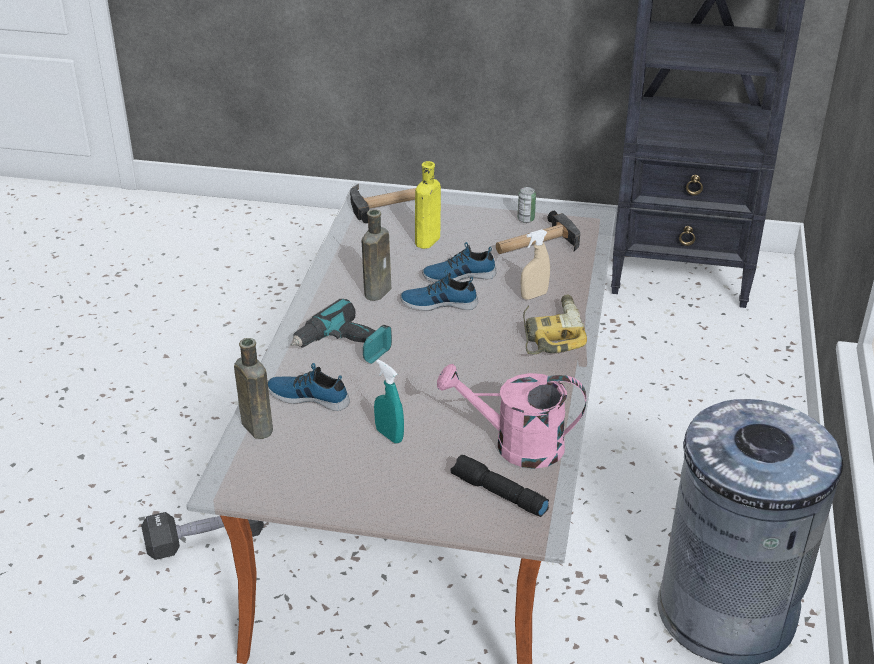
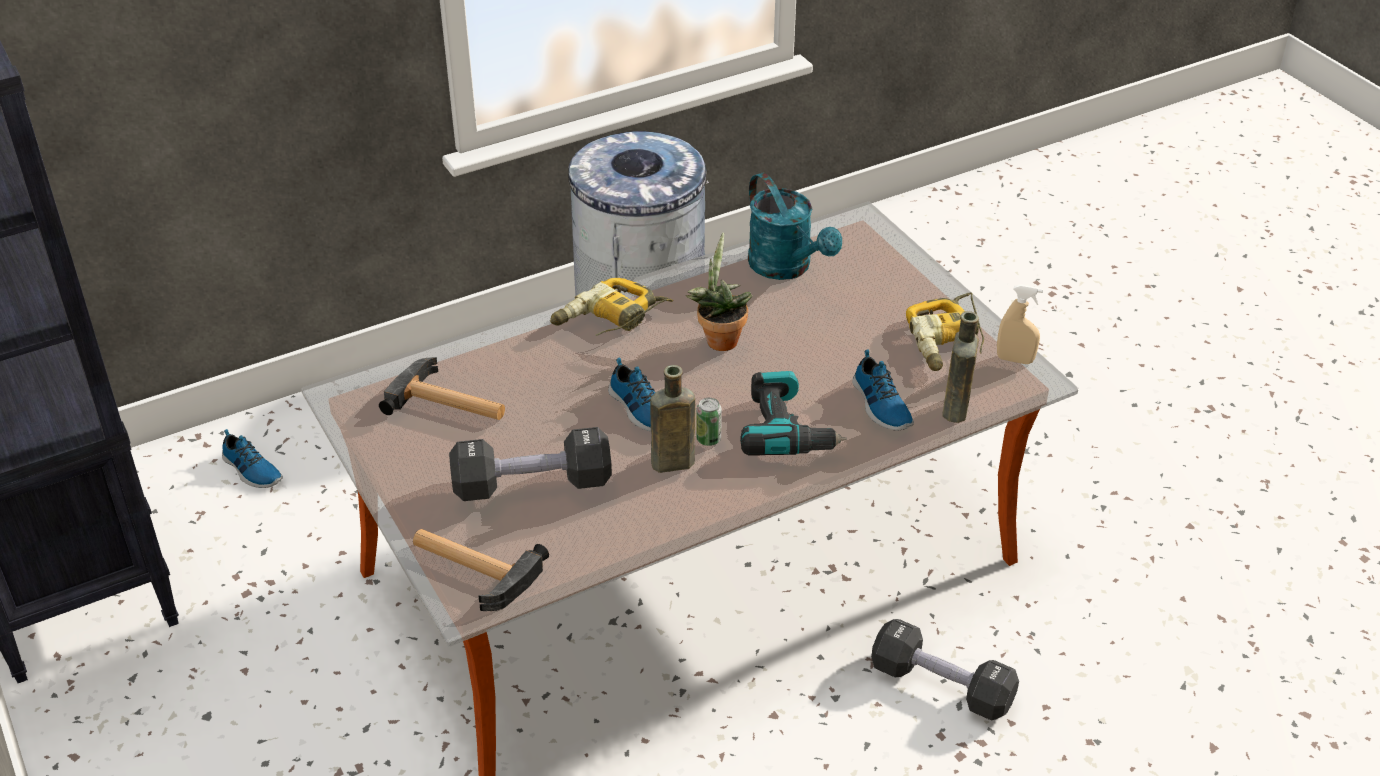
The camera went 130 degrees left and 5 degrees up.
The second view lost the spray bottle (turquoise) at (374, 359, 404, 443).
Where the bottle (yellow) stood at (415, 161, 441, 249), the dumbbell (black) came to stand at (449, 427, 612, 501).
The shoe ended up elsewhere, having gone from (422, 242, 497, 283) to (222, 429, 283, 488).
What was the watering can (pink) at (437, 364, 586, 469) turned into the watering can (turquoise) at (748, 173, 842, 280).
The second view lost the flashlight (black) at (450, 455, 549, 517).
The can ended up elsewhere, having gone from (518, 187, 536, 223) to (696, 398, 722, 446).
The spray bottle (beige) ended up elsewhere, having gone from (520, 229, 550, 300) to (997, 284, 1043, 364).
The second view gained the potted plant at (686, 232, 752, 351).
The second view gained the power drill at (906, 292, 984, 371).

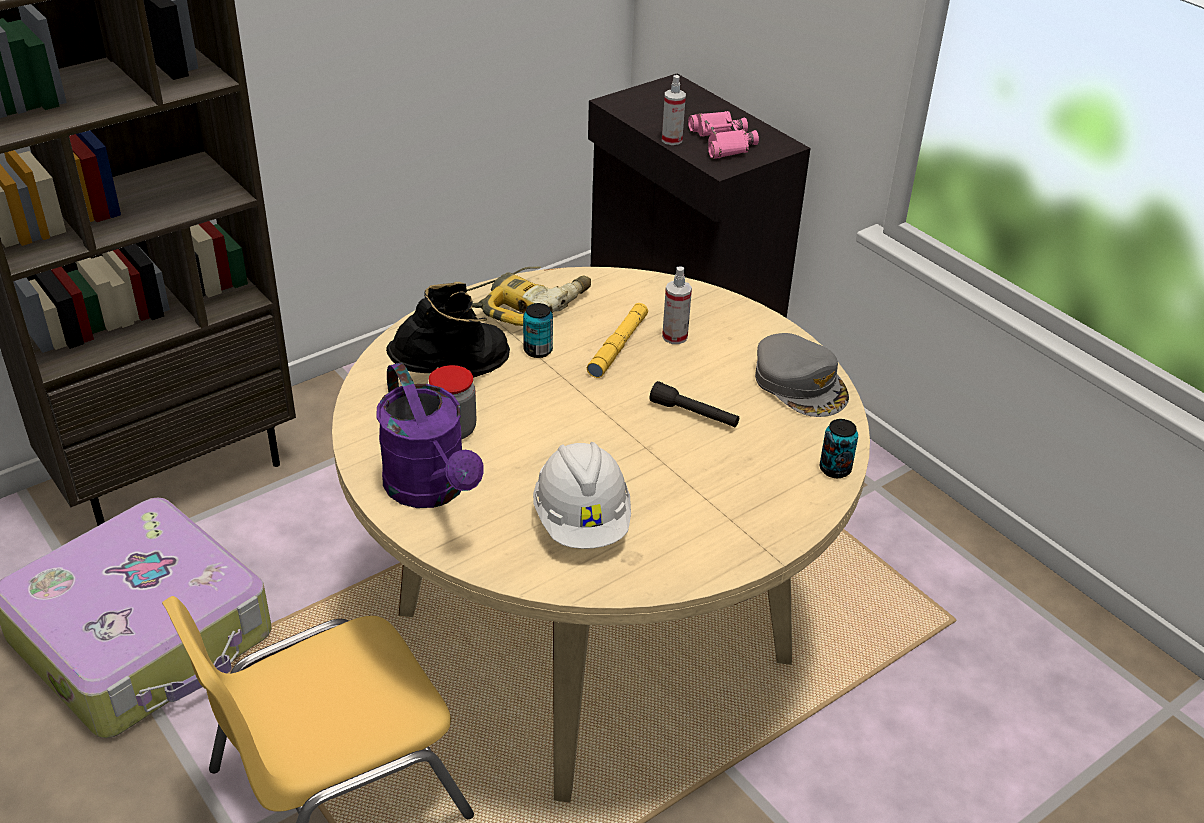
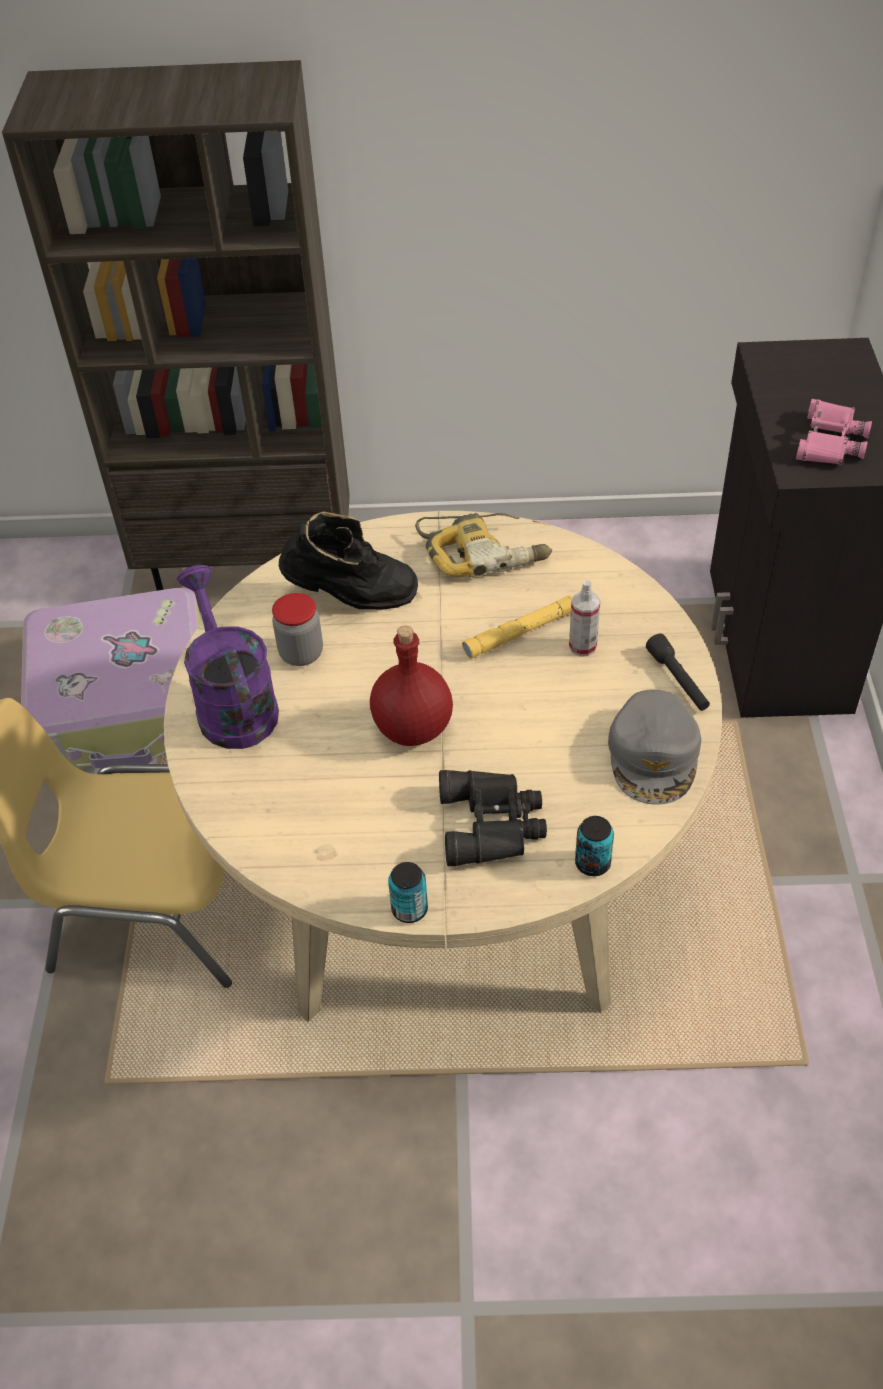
The camera went 40 degrees right and 10 degrees up.
The watering can (purple) at (376, 363, 484, 508) ended up facing another way, 150 degrees clockwise from before.
The can ended up elsewhere, having gone from (523, 303, 553, 358) to (388, 862, 428, 923).
The second view lost the hard hat (white) at (533, 442, 631, 549).
The flashlight (black) ended up elsewhere, having gone from (650, 381, 739, 427) to (646, 634, 710, 711).
The second view lost the spray bottle at (662, 75, 686, 145).
The second view gained the bottle (red) at (370, 626, 453, 746).
The second view gained the binoculars (black) at (439, 770, 547, 866).

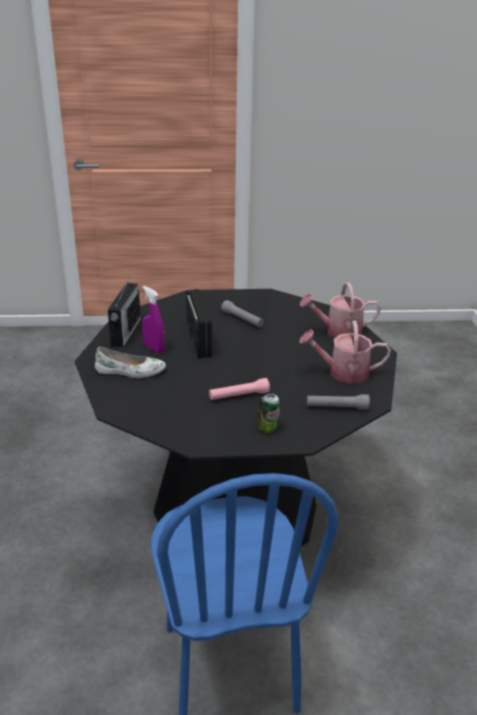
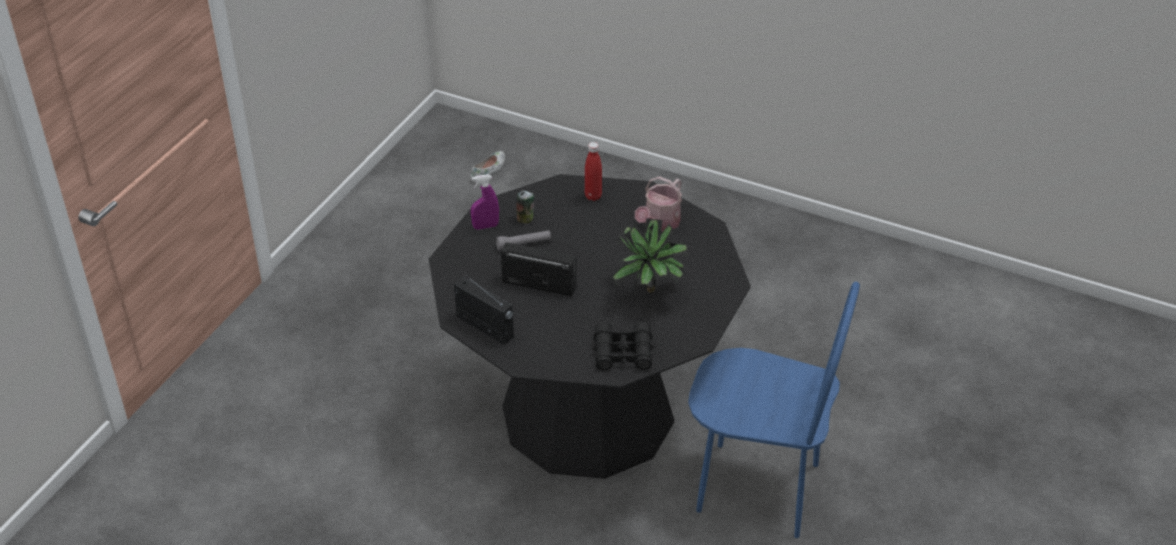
The camera went 60 degrees left and 10 degrees up.
The shoe (white) ended up elsewhere, having gone from (95, 347, 166, 378) to (470, 151, 505, 183).
The spray bottle (purple) ended up elsewhere, having gone from (142, 286, 165, 353) to (471, 174, 499, 230).
Where the flashlight (pink) stood at (209, 378, 270, 400), the potted plant came to stand at (612, 218, 689, 293).
The can ended up elsewhere, having gone from (257, 393, 280, 433) to (516, 191, 534, 223).
Where the watering can stood at (300, 282, 381, 338), the bottle (red) came to stand at (585, 142, 602, 201).
The second view lost the flashlight (grey) at (307, 394, 370, 410).
The second view gained the binoculars (black) at (591, 322, 655, 370).

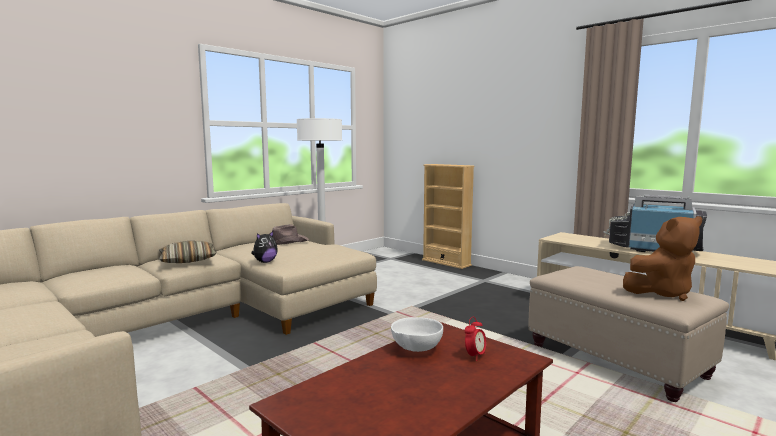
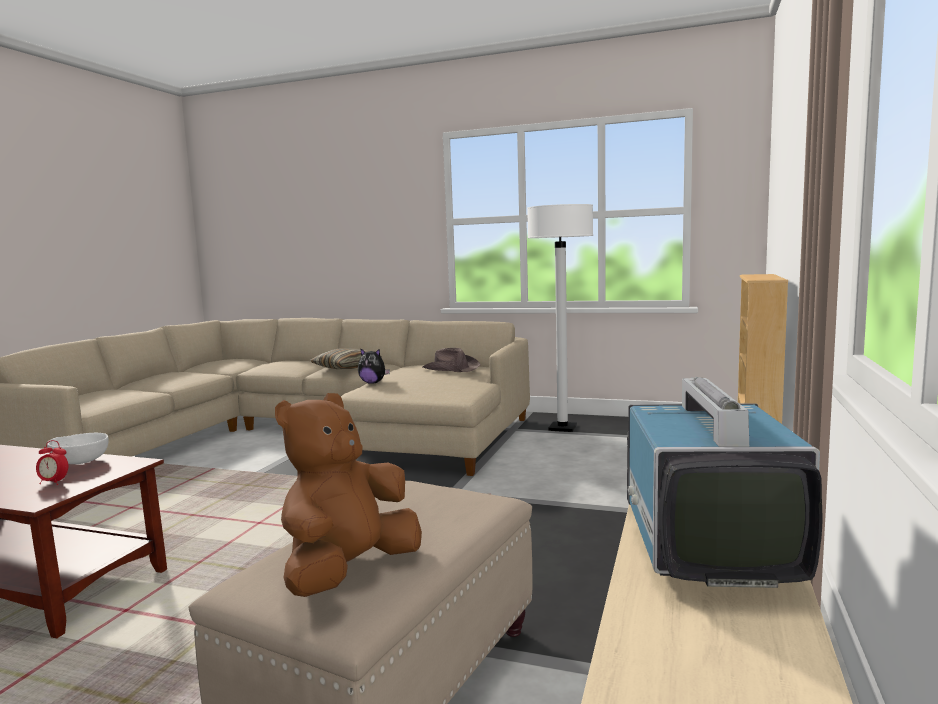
The camera went 65 degrees right and 0 degrees up.
The plush toy (brown) at (623, 216, 702, 301) ended up facing another way, 75 degrees clockwise from before.

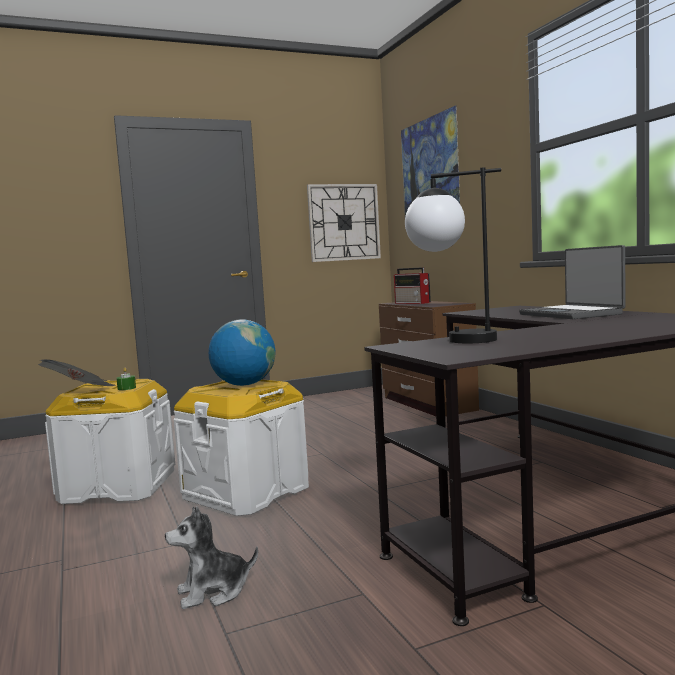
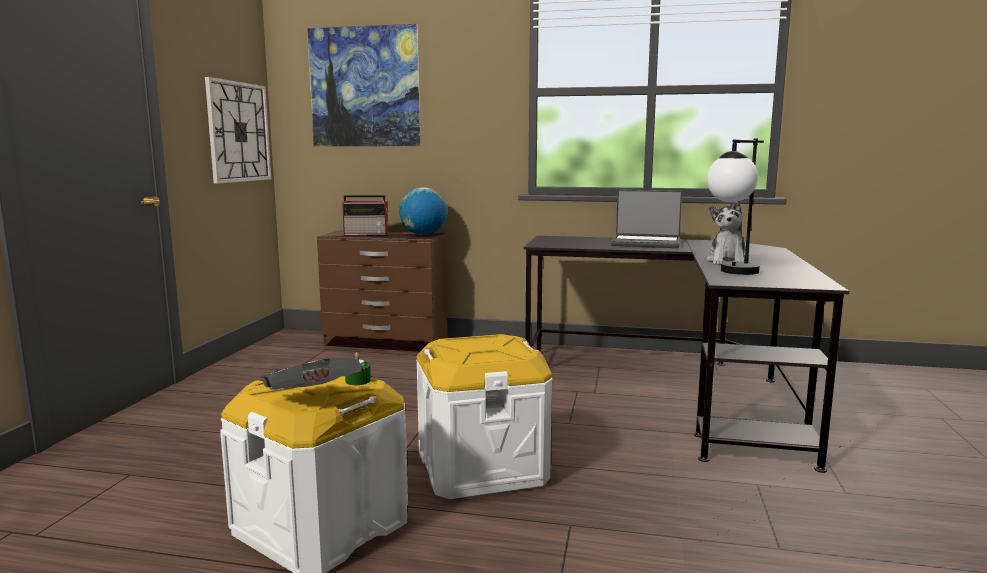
The camera went 55 degrees left and 5 degrees up.
The plush toy ended up elsewhere, having gone from (165, 506, 258, 609) to (706, 201, 749, 265).
The globe ended up elsewhere, having gone from (209, 319, 276, 386) to (399, 187, 447, 235).

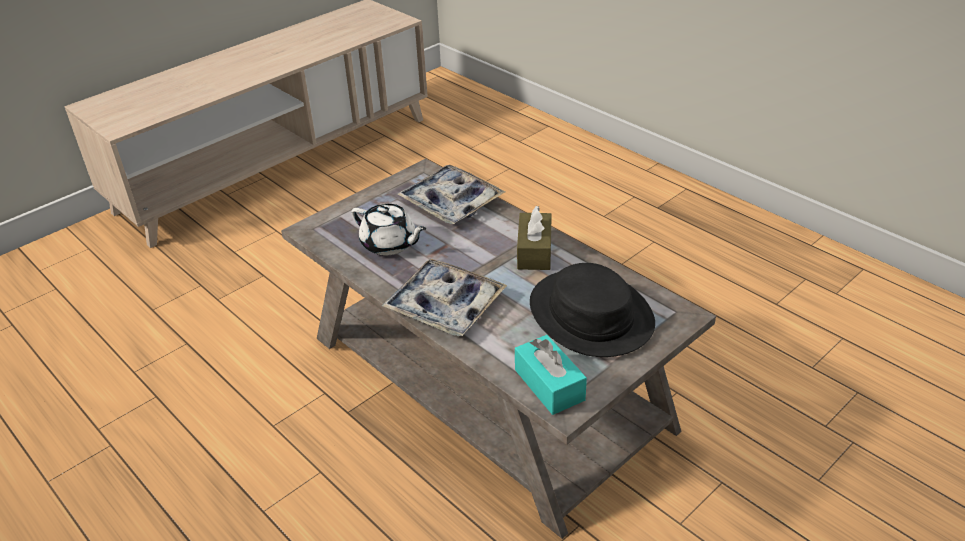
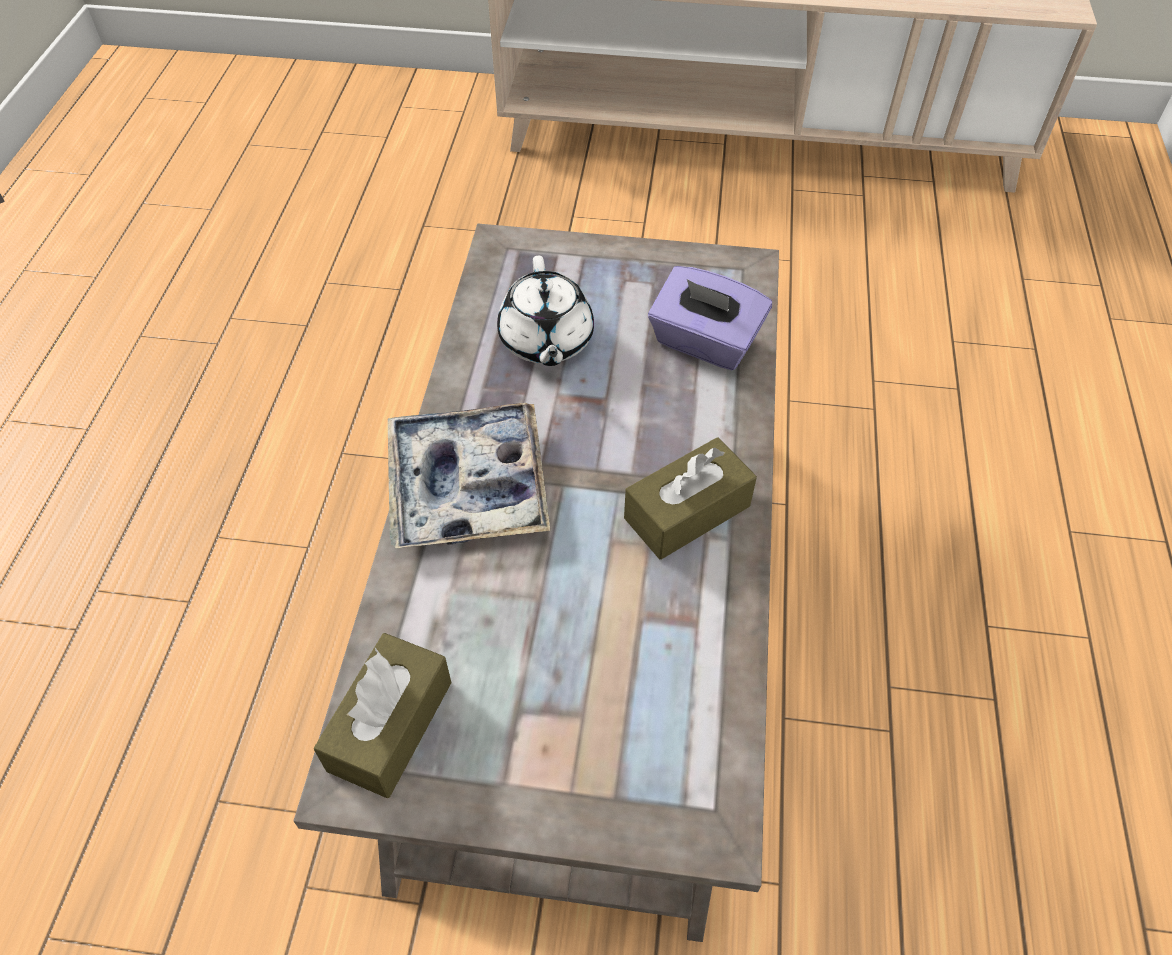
The camera went 50 degrees right and 15 degrees up.
Where the tray stood at (397, 165, 505, 224), the tissue box (purple) came to stand at (648, 266, 772, 370).
What was the tissue box (turquoise) at (515, 335, 587, 415) turned into the tissue box (brown) at (314, 633, 452, 798).
The second view lost the hat (black) at (530, 263, 655, 357).

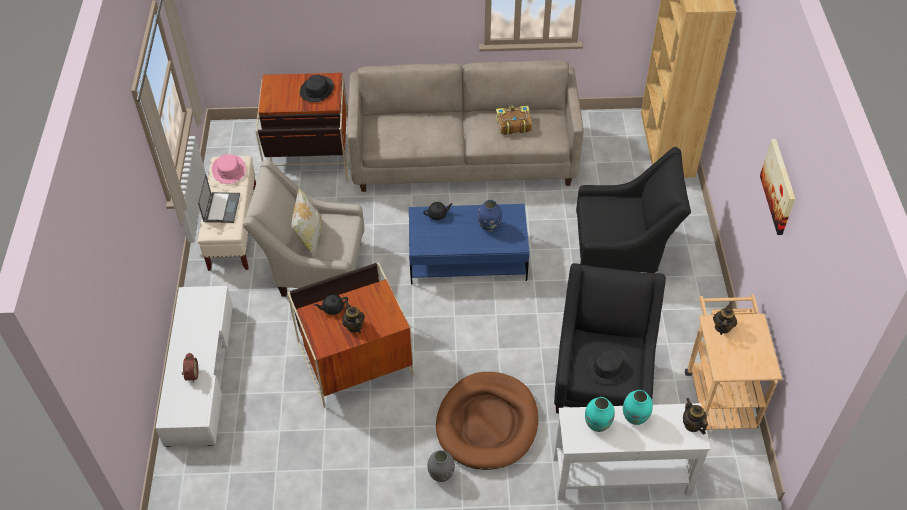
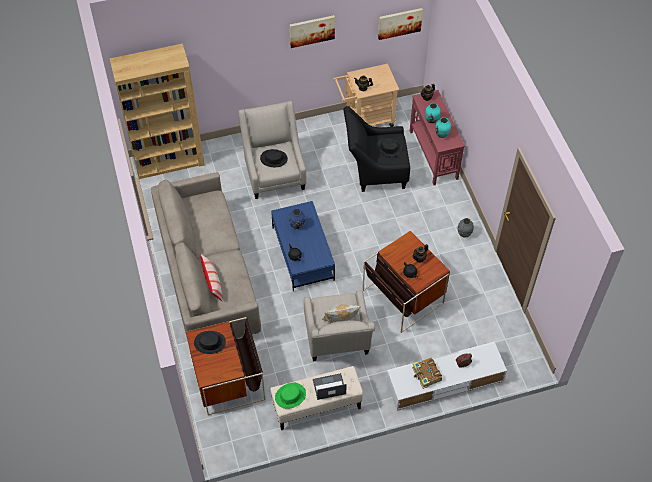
The camera went 105 degrees left and 5 degrees up.
What was the hat (pink) at (212, 154, 246, 184) turned into the hat (green) at (275, 383, 306, 409).
The second view lost the dog bed (brown) at (436, 372, 538, 470).
The book ended up elsewhere, having gone from (496, 105, 532, 135) to (412, 358, 442, 389).
What was the console table (white) at (553, 403, 711, 500) turned into the console table (red) at (410, 90, 465, 185).
What was the armchair (black) at (576, 147, 691, 274) turned into the armchair (beige) at (239, 101, 306, 199).
The second view gained the pillow at (200, 254, 223, 302).
The second view gained the hat (black) at (260, 149, 288, 167).
The second view gained the picture at (378, 8, 423, 40).

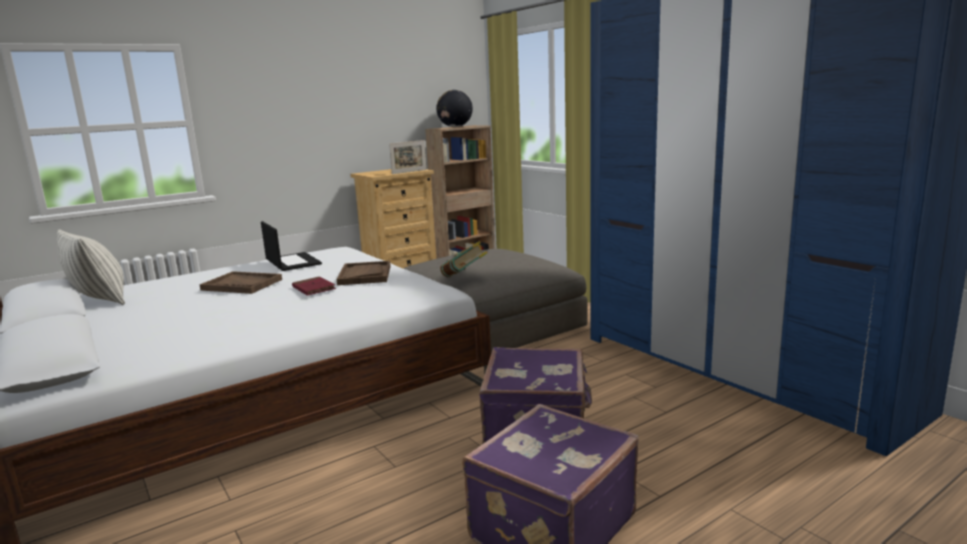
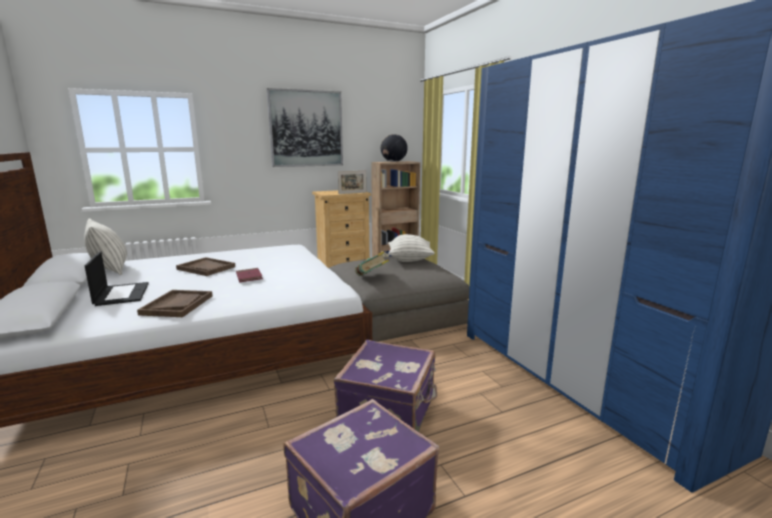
The camera went 10 degrees right and 0 degrees up.
The laptop ended up elsewhere, having gone from (261, 221, 322, 271) to (85, 251, 149, 306).
The tray (brown) ended up elsewhere, having gone from (337, 261, 391, 285) to (137, 290, 213, 317).
The second view gained the picture at (267, 88, 343, 167).
The second view gained the pillow at (388, 234, 435, 262).

